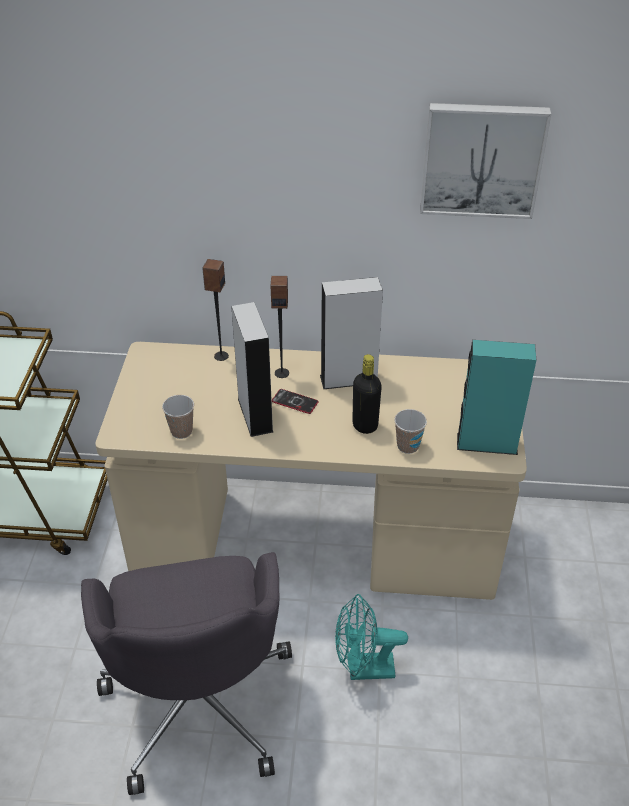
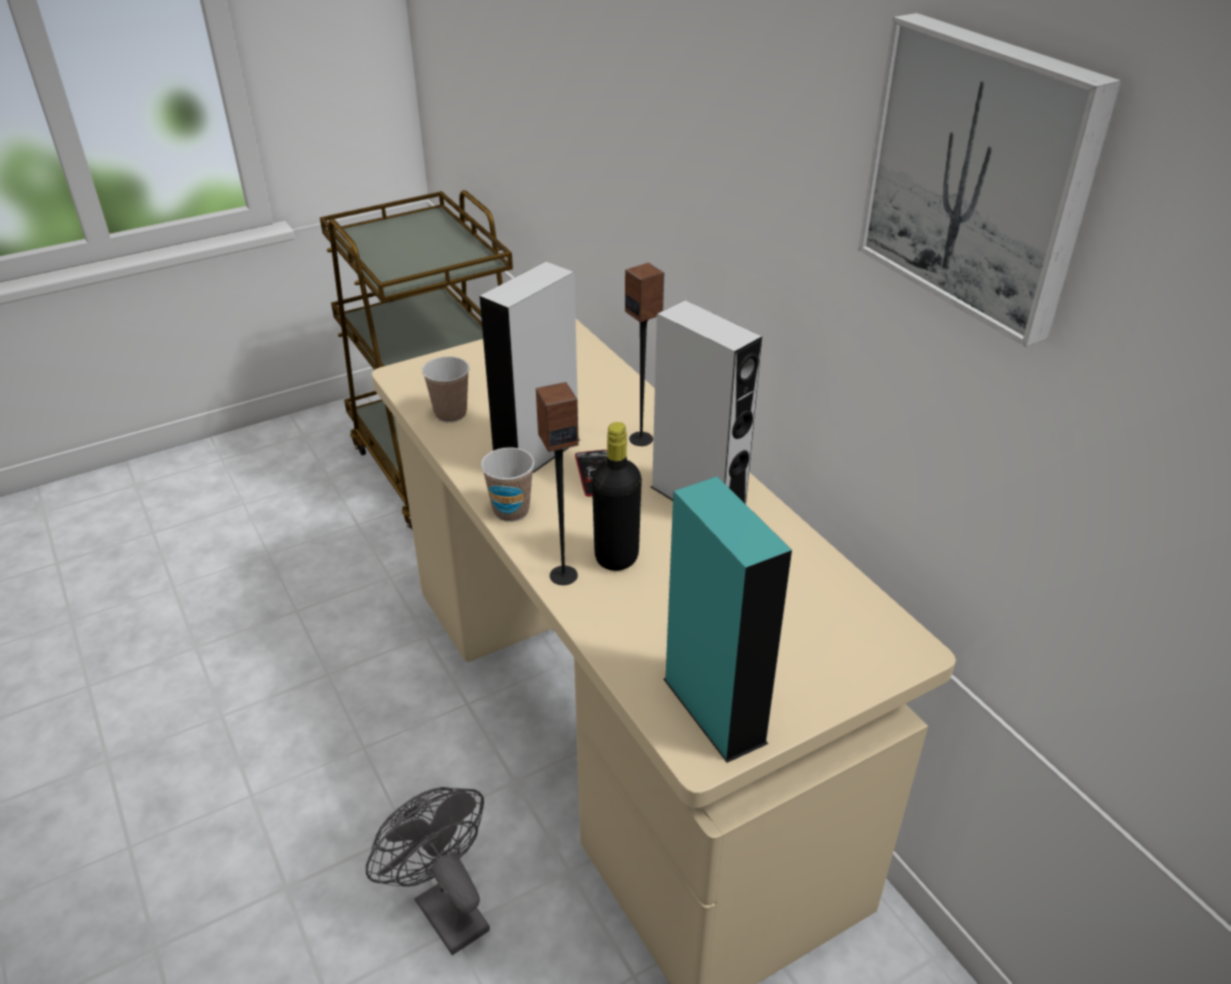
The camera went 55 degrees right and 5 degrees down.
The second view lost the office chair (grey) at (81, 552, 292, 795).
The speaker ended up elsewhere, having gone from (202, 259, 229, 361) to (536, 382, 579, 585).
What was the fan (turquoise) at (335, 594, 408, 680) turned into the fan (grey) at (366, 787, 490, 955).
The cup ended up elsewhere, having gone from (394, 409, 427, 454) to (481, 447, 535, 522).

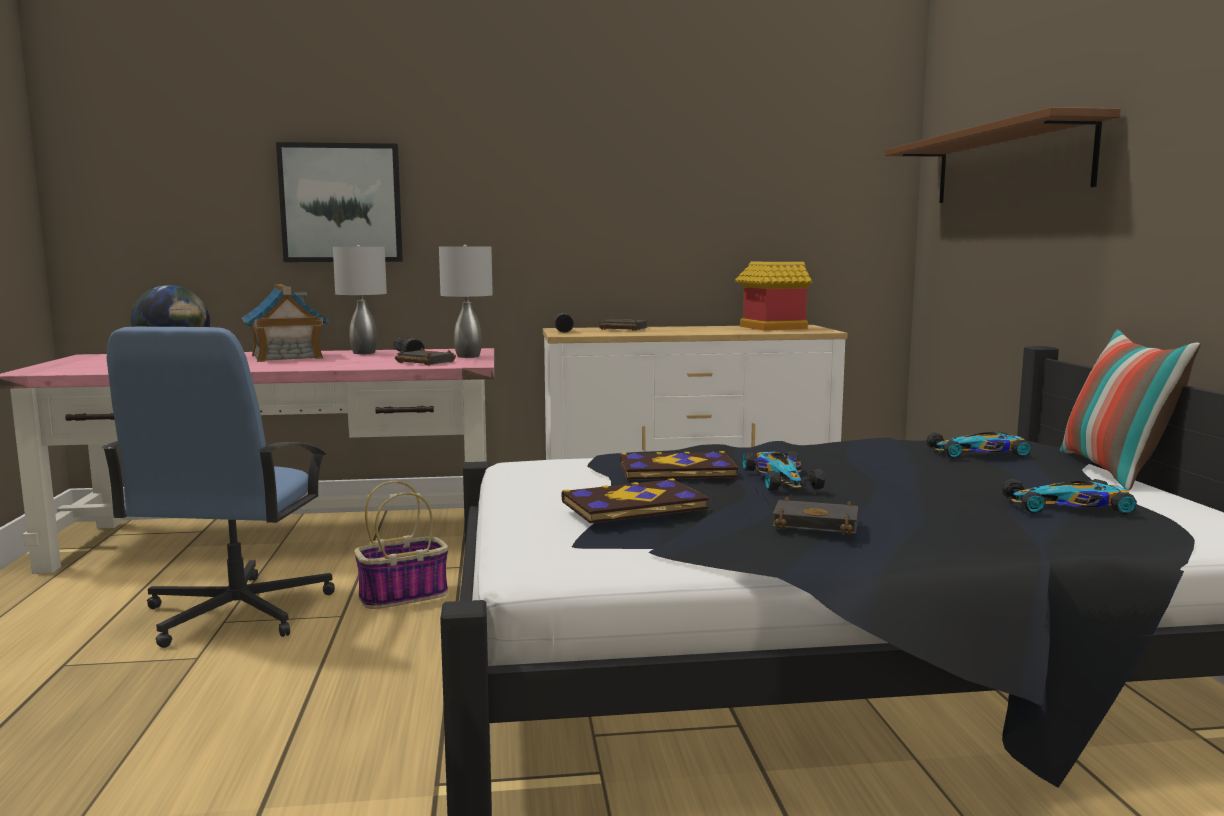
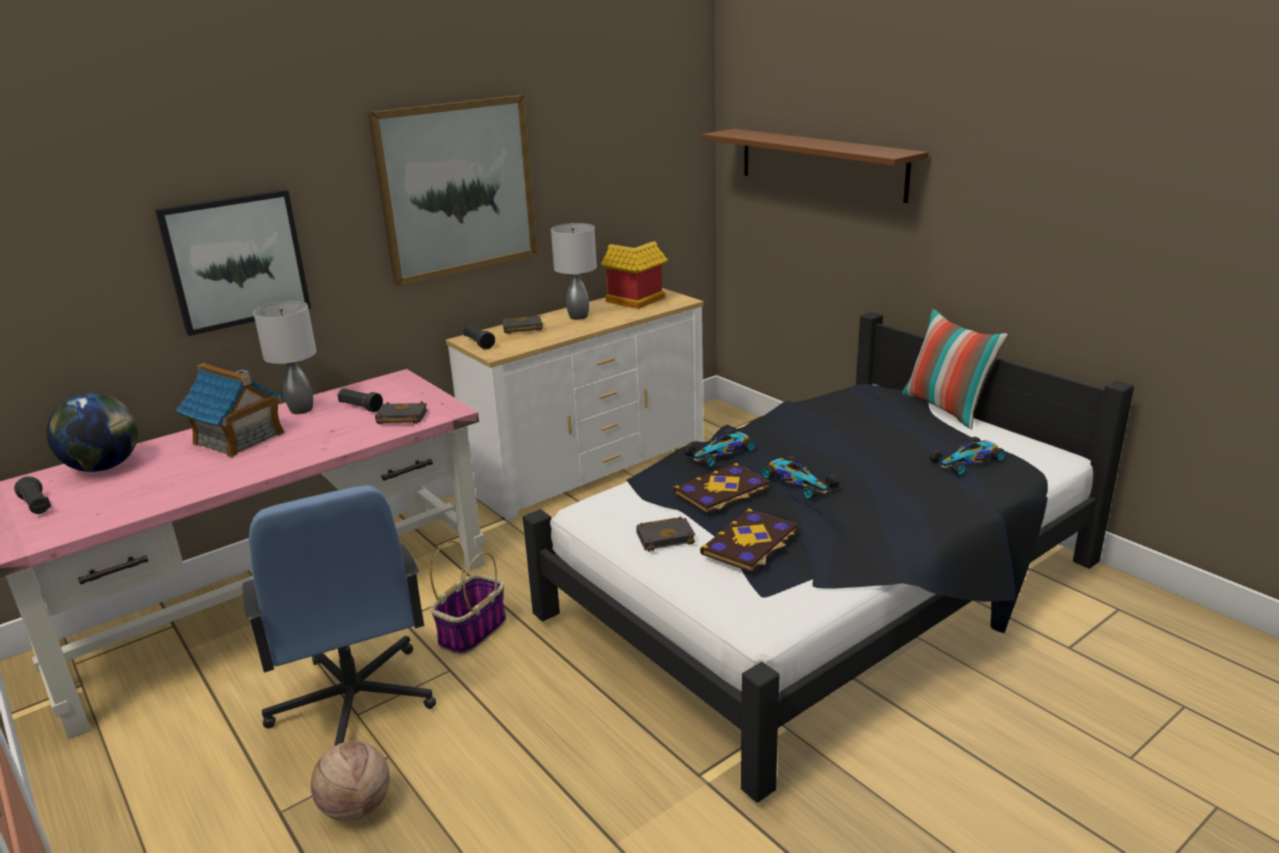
The camera went 30 degrees left and 15 degrees up.
The table lamp (grey) ended up elsewhere, having gone from (439, 245, 493, 358) to (551, 223, 597, 320).
The book (black) ended up elsewhere, having gone from (772, 496, 858, 535) to (636, 516, 695, 552).
The toy car ended up elsewhere, having gone from (926, 431, 1031, 459) to (684, 429, 755, 467).
The second view gained the flashlight (black) at (14, 476, 51, 514).
The second view gained the basketball at (311, 741, 390, 821).
The second view gained the picture at (368, 95, 538, 286).

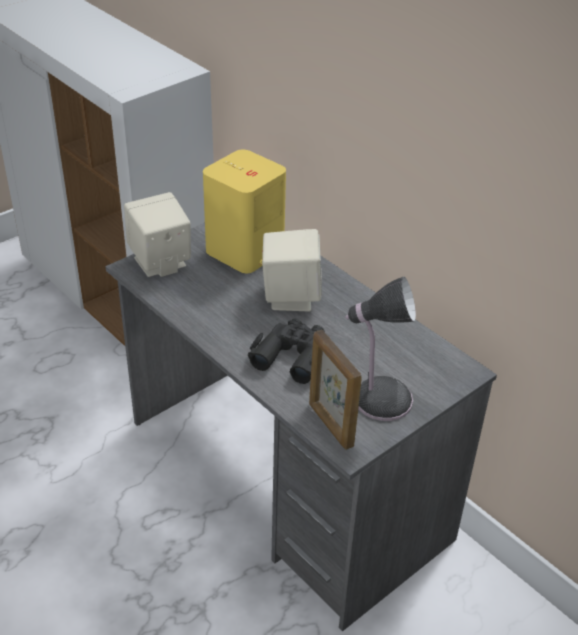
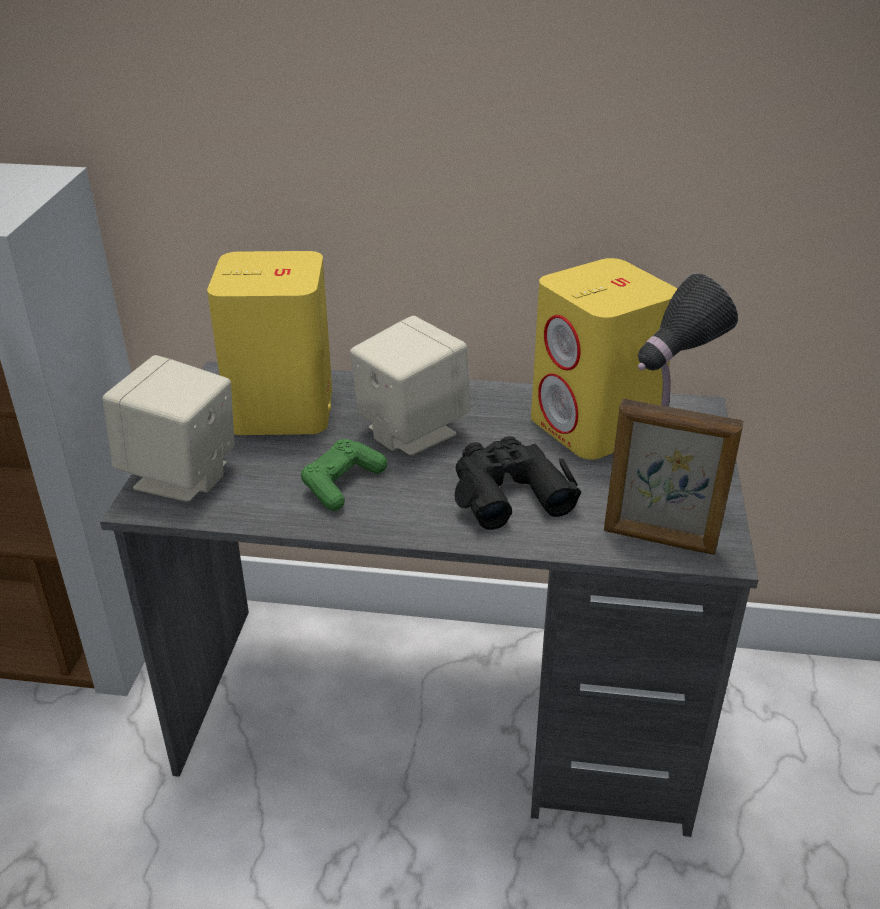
The camera went 40 degrees left and 5 degrees down.
The second view gained the game controller (green) at (301, 439, 387, 511).
The second view gained the speaker (yellow) at (531, 258, 677, 459).

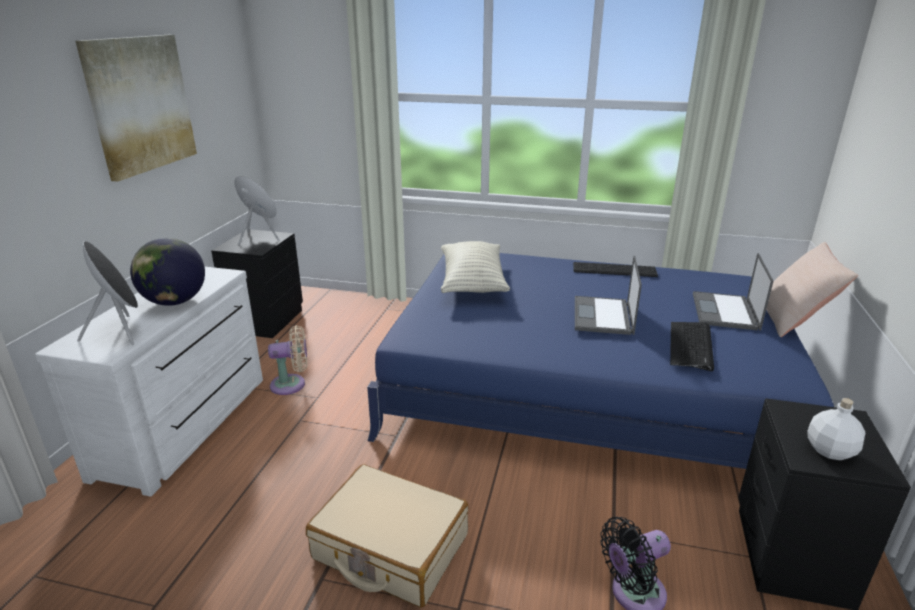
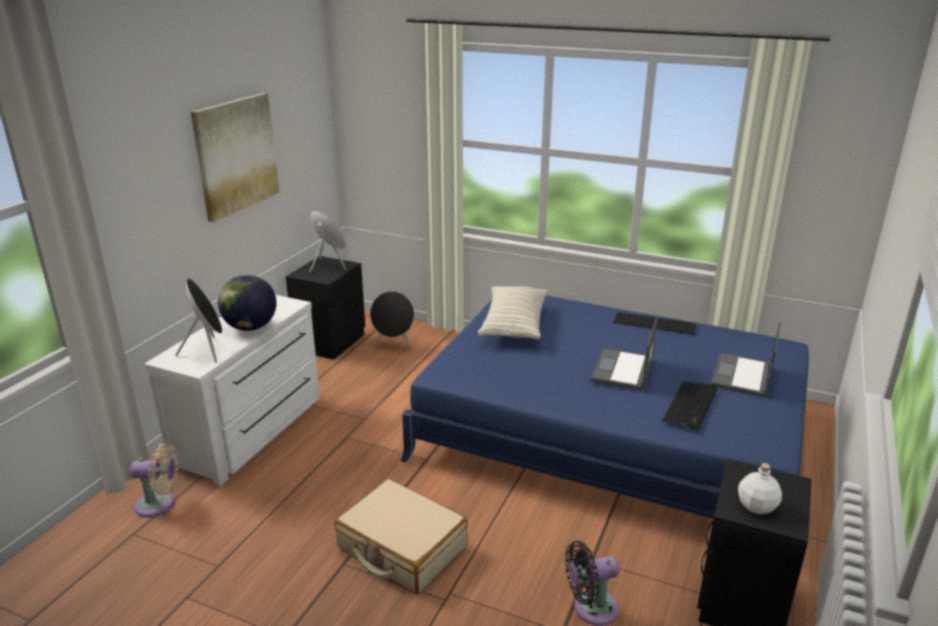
The camera went 10 degrees right and 0 degrees up.
The fan (beige) ended up elsewhere, having gone from (268, 325, 307, 395) to (130, 443, 178, 518).
The second view lost the pillow (beige) at (766, 242, 858, 337).
The second view gained the speaker (black) at (370, 291, 414, 350).

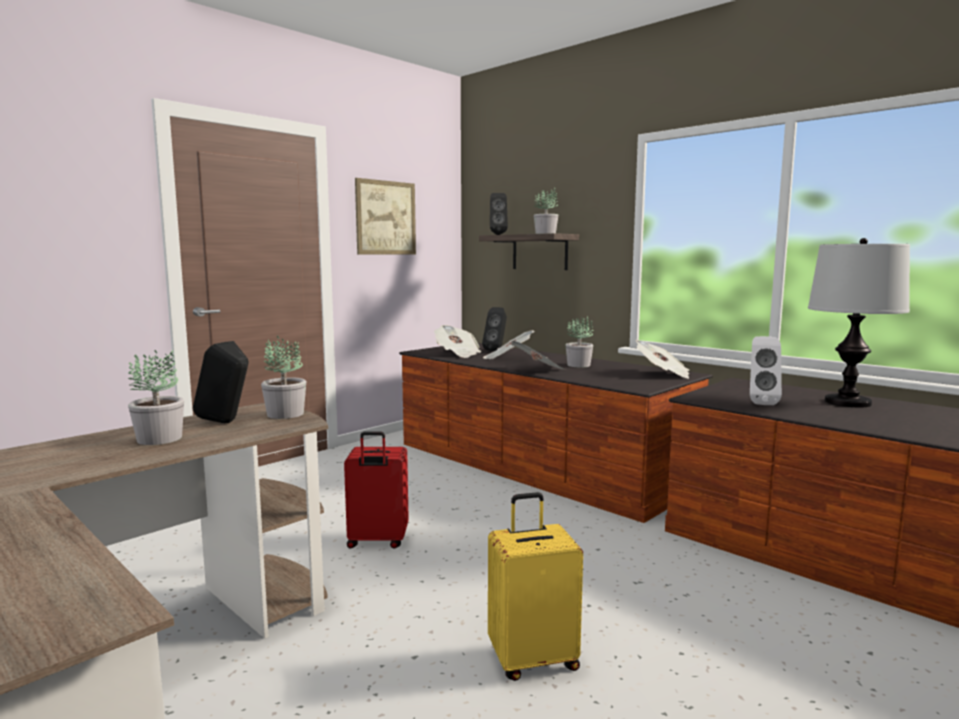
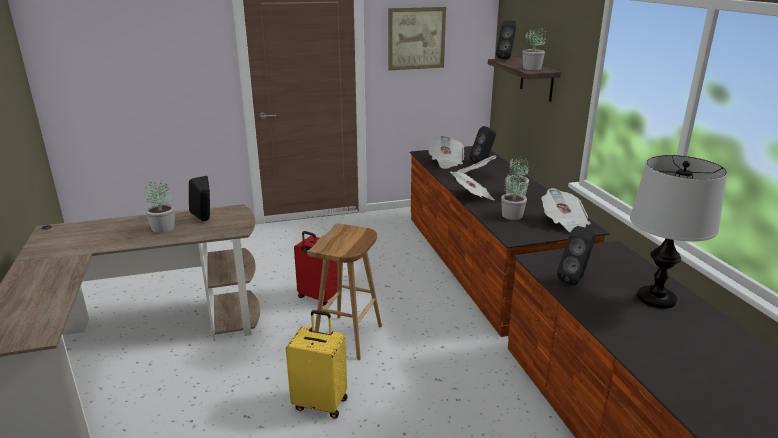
The camera went 30 degrees right and 15 degrees up.
The potted plant ended up elsewhere, having gone from (261, 335, 306, 419) to (501, 170, 527, 220).
What was the speaker (white) at (750, 336, 782, 405) turned into the speaker (black) at (557, 226, 596, 286).
The second view gained the stool (brown) at (307, 224, 382, 360).

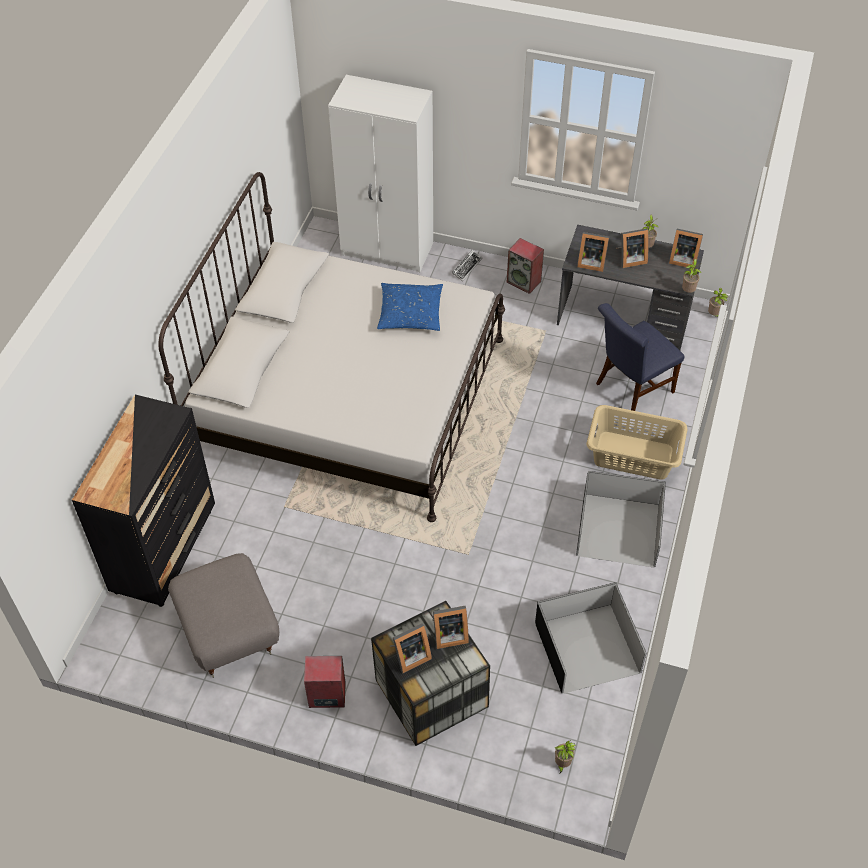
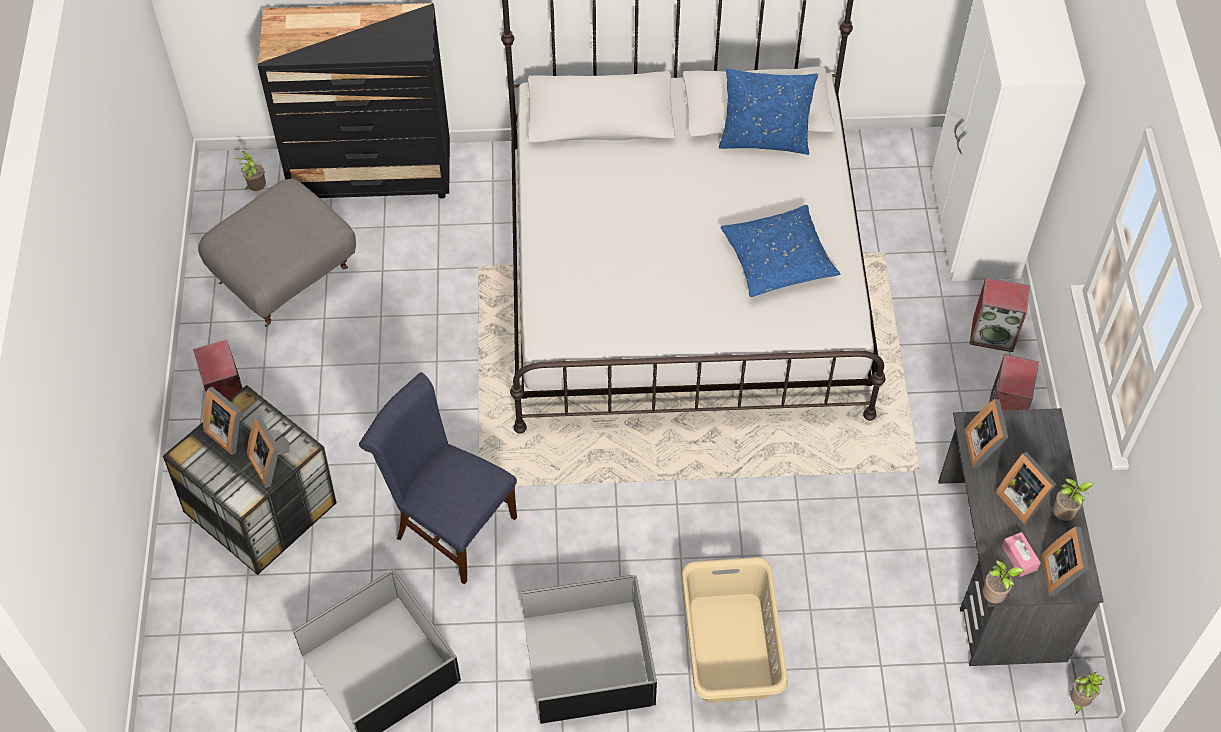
The camera went 70 degrees right and 5 degrees up.
Where the keyboard stood at (452, 250, 483, 281), the speaker came to stand at (970, 278, 1030, 352).
The potted plant ended up elsewhere, having gone from (555, 740, 576, 773) to (235, 151, 266, 191).
The chair (blue) ended up elsewhere, having gone from (596, 303, 685, 411) to (359, 372, 517, 584).
The second view gained the pillow (blue) at (719, 68, 818, 155).
The second view gained the tissue box (pink) at (1002, 532, 1041, 577).

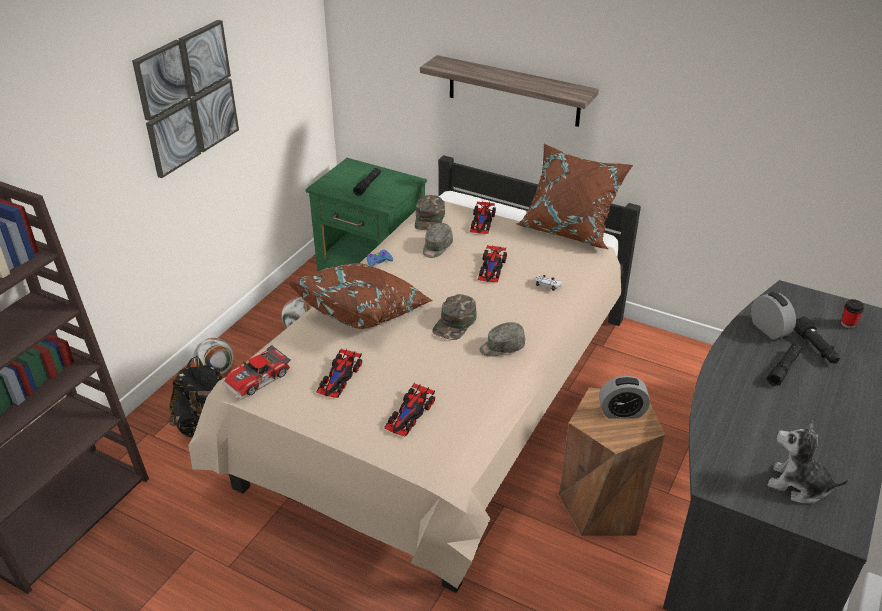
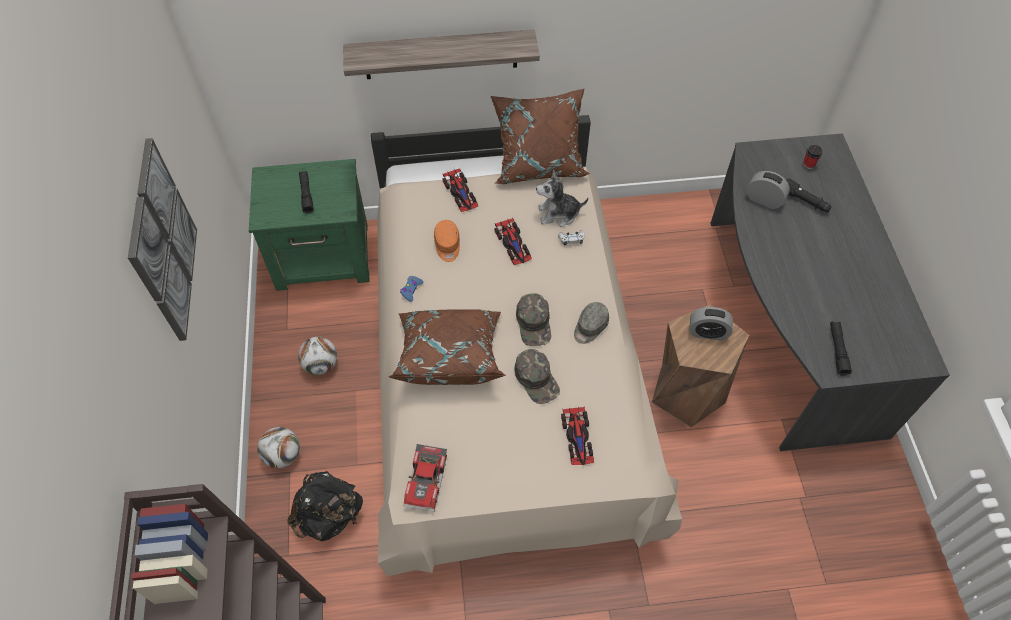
The camera went 35 degrees left and 20 degrees up.
The second view lost the toy car at (317, 349, 362, 398).
The cap (green) ended up elsewhere, having gone from (415, 195, 445, 230) to (514, 349, 560, 404).
What was the cap (grey) at (423, 223, 453, 258) turned into the cap (orange) at (434, 220, 460, 262).
The alarm clock at (599, 376, 650, 419) ended up facing another way, 45 degrees clockwise from before.
The flashlight (black) ended up elsewhere, having gone from (767, 343, 802, 386) to (830, 321, 852, 376).
The plush toy ended up elsewhere, having gone from (768, 420, 849, 504) to (536, 170, 588, 227).

